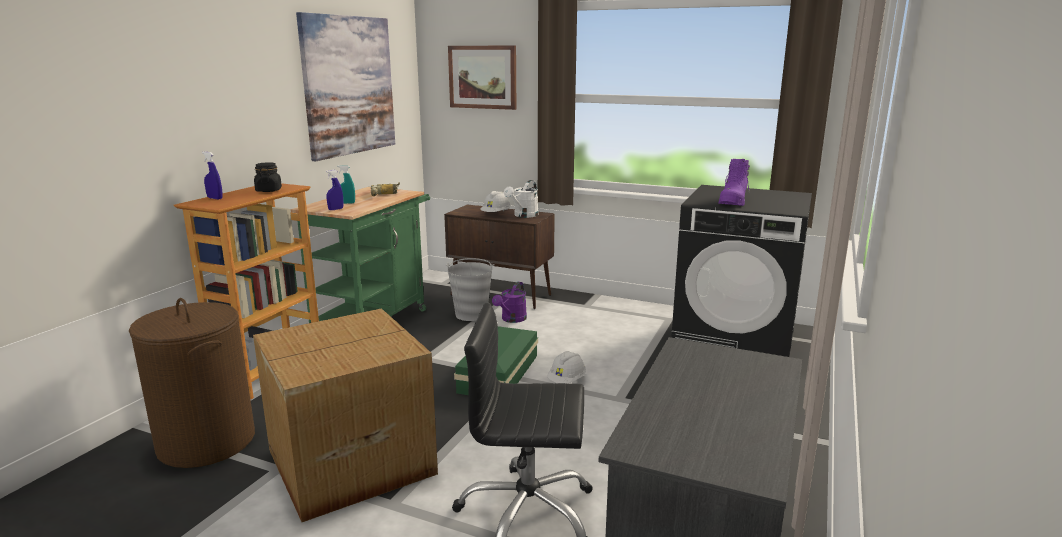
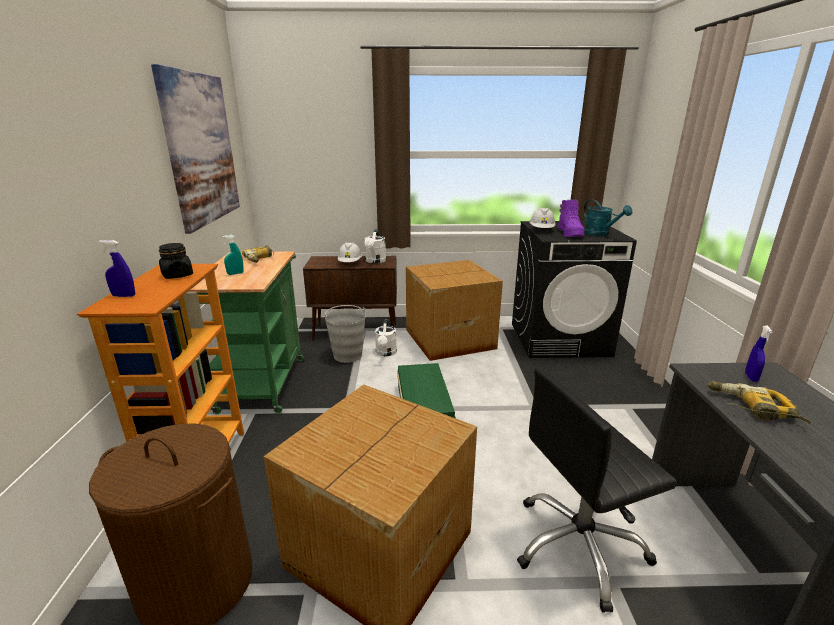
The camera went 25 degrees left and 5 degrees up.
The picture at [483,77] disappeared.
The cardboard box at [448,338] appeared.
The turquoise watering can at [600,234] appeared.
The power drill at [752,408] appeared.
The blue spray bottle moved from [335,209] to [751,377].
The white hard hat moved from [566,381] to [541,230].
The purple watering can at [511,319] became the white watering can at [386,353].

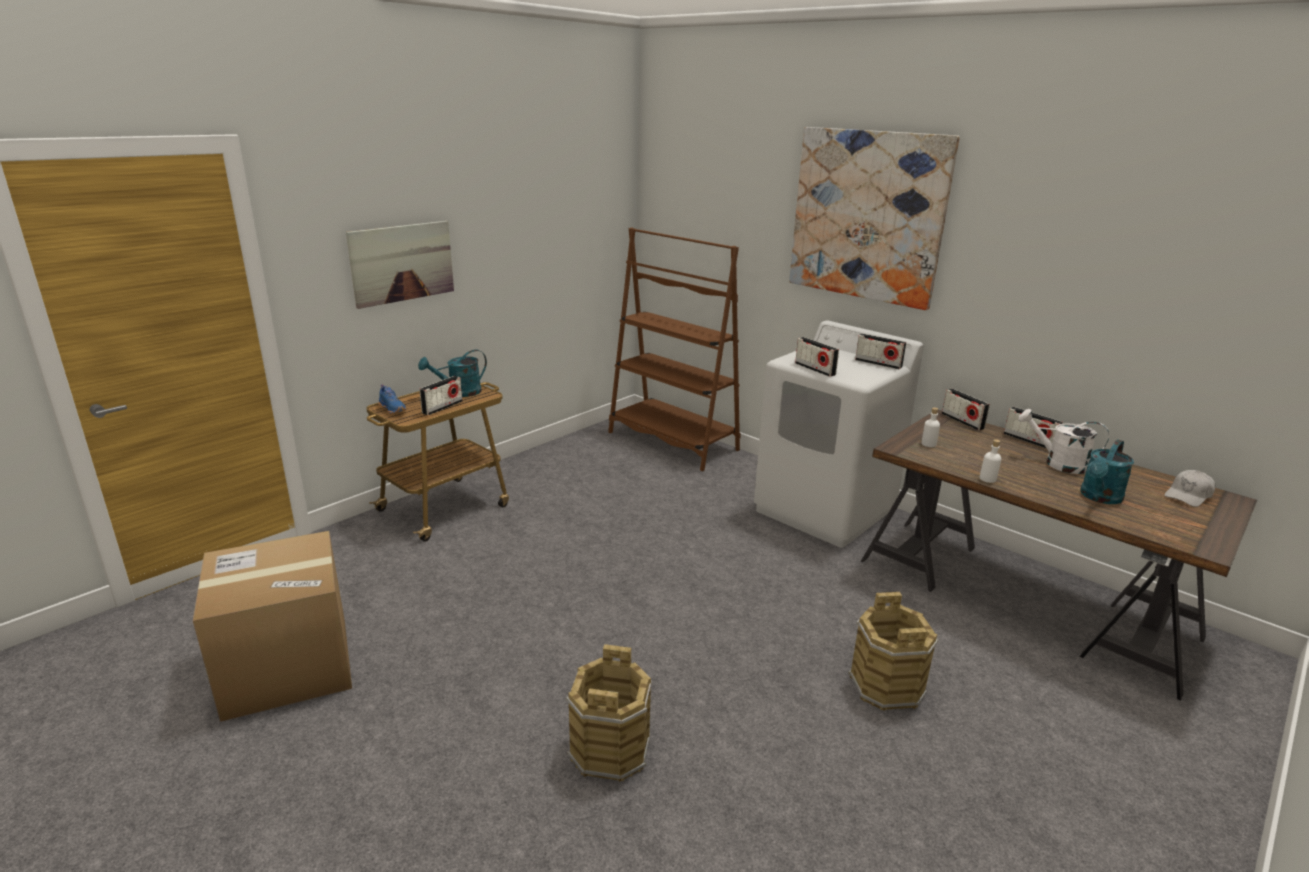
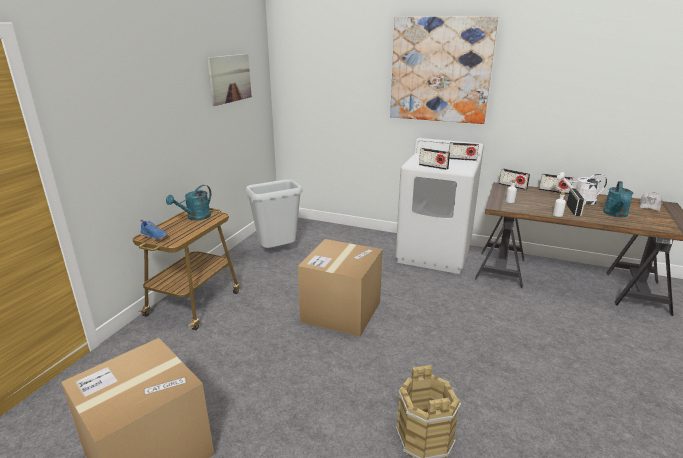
The camera went 20 degrees left and 0 degrees up.
The brown bookcase at [672,441] disappeared.
The brown bucket at [885,686] disappeared.
The grey trash can at [278,251] appeared.
The cardboard box at [341,311] appeared.
The picture moved from [402,263] to [230,78].
The radio moved from [442,407] to [573,210].

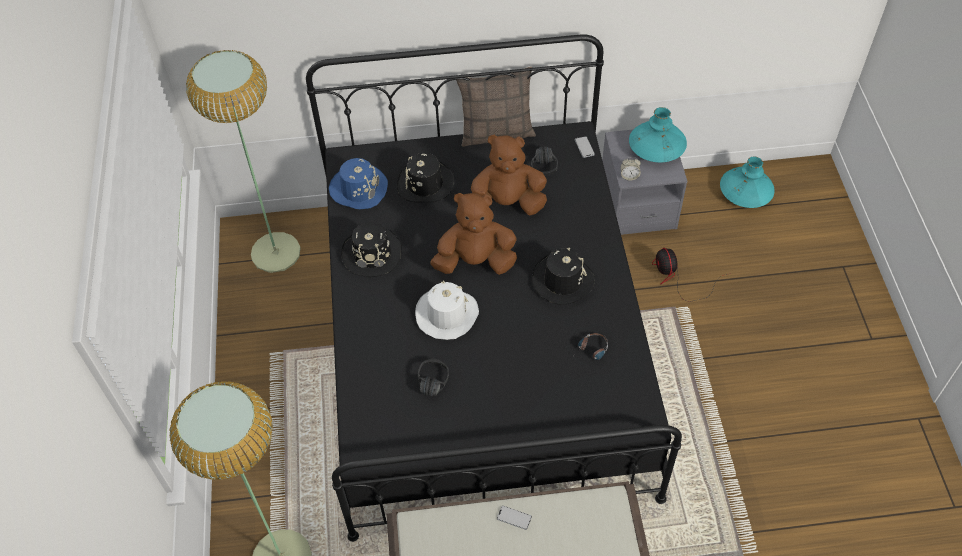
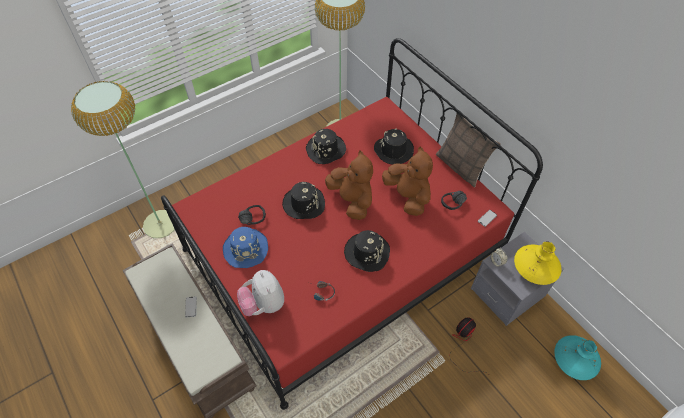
The camera went 60 degrees right and 0 degrees up.
The plush toy at [263,304] appeared.
The blue hat moved from [358,188] to [246,249].
The black bed at [483,343] became the red bed at [341,252].
The white hat at [446,314] became the black hat at [304,203].
The turquoise vase at [656,149] became the yellow vase at [535,268].

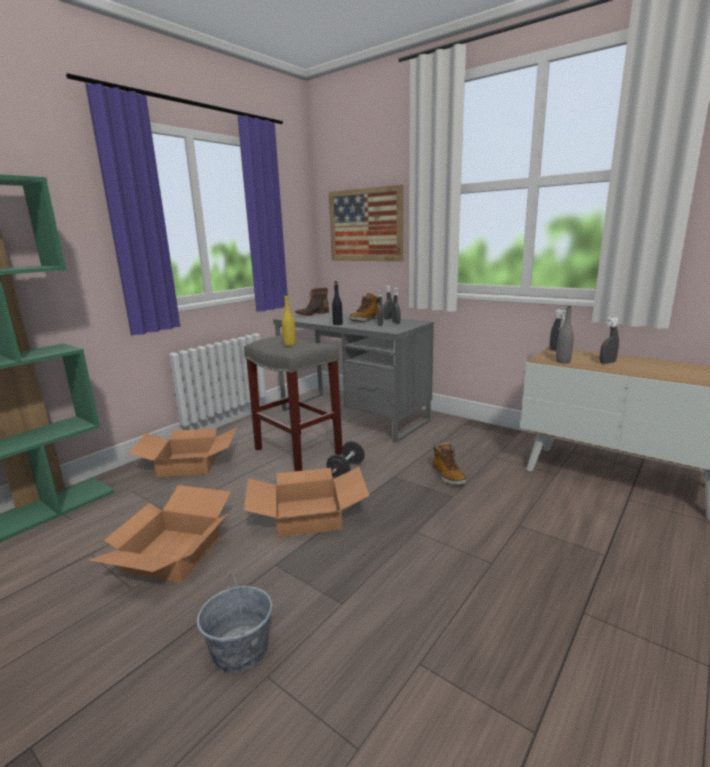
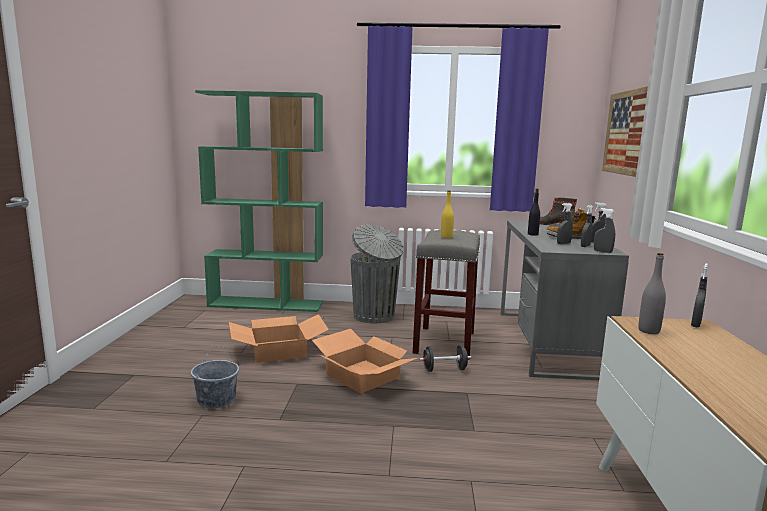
The camera went 55 degrees right and 5 degrees down.
The boot at [447,476] disappeared.
The grey spray bottle moved from [607,363] to [602,252].
The cardboard box at [190,463] was replaced by the grey trash can at [375,316].

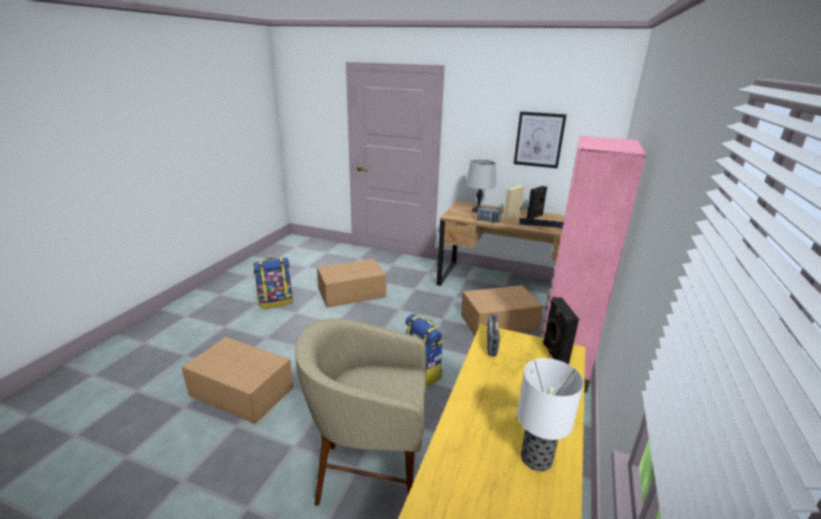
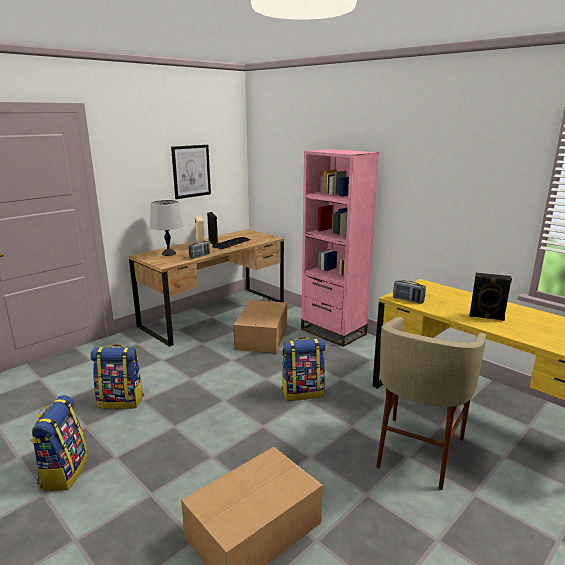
The camera went 65 degrees left and 5 degrees down.
The table lamp at [537,459] disappeared.
The black speaker moved from [554,355] to [486,317].
The cardboard box at [353,293] was replaced by the backpack at [121,401].

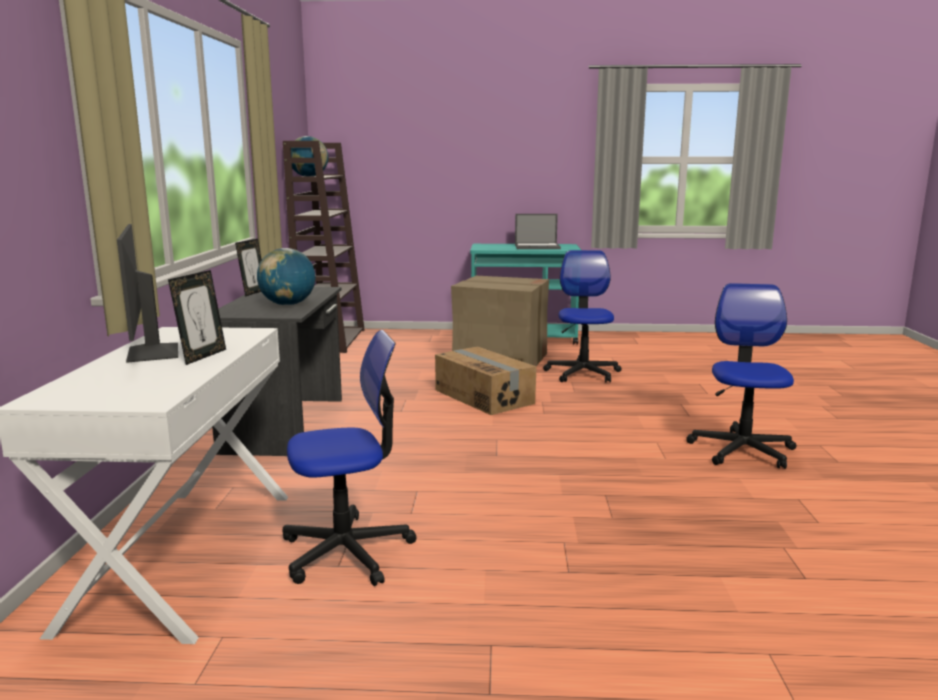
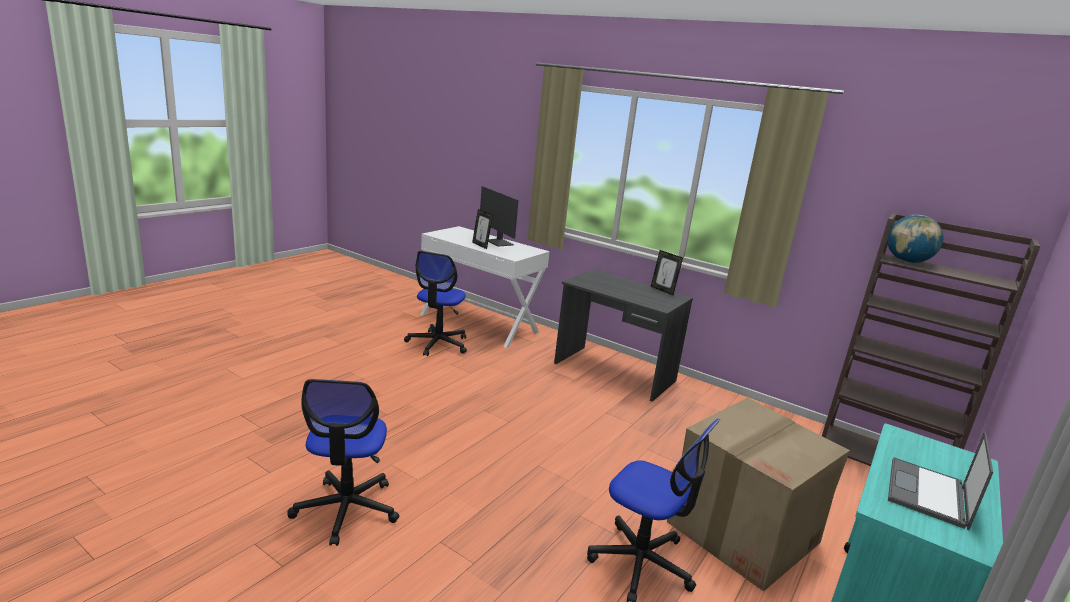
The camera went 120 degrees right and 5 degrees up.
The globe at [288,304] disappeared.
The cardboard box at [484,396] disappeared.
The monitor at [151,353] turned 135 degrees counterclockwise.
The office chair at [742,450] turned 45 degrees clockwise.

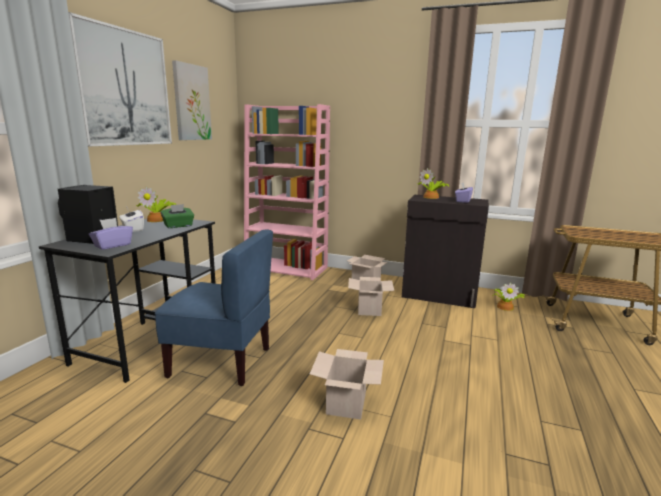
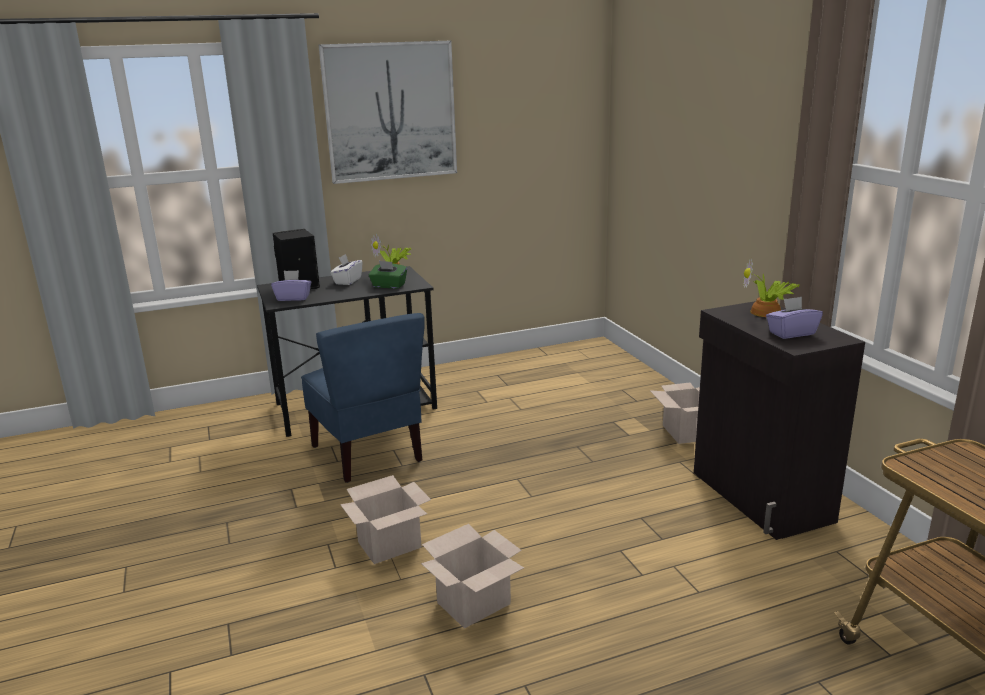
The camera went 50 degrees right and 5 degrees up.
The picture at [191,103] disappeared.
The pink bookcase at [287,268] disappeared.
The potted plant at [505,307] disappeared.
The cardboard box moved from [370,310] to [473,605].

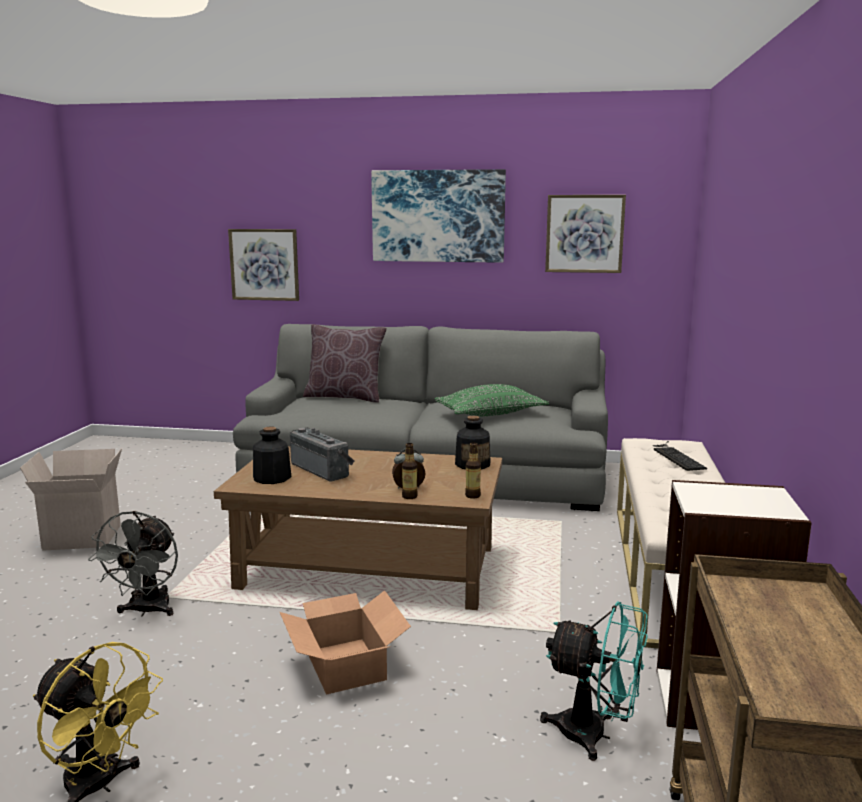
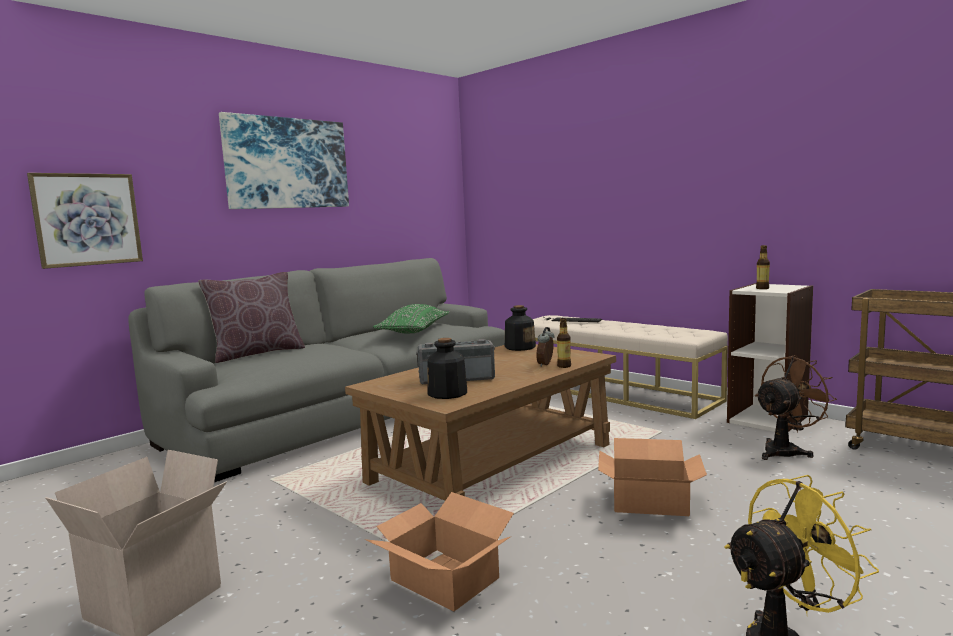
The camera went 55 degrees left and 5 degrees down.
The picture at [584,234] disappeared.
The bottle moved from [473,496] to [762,288].
The grey fan at [147,611] was replaced by the cardboard box at [444,578].
The turquoise fan at [595,735] became the brown fan at [786,450].

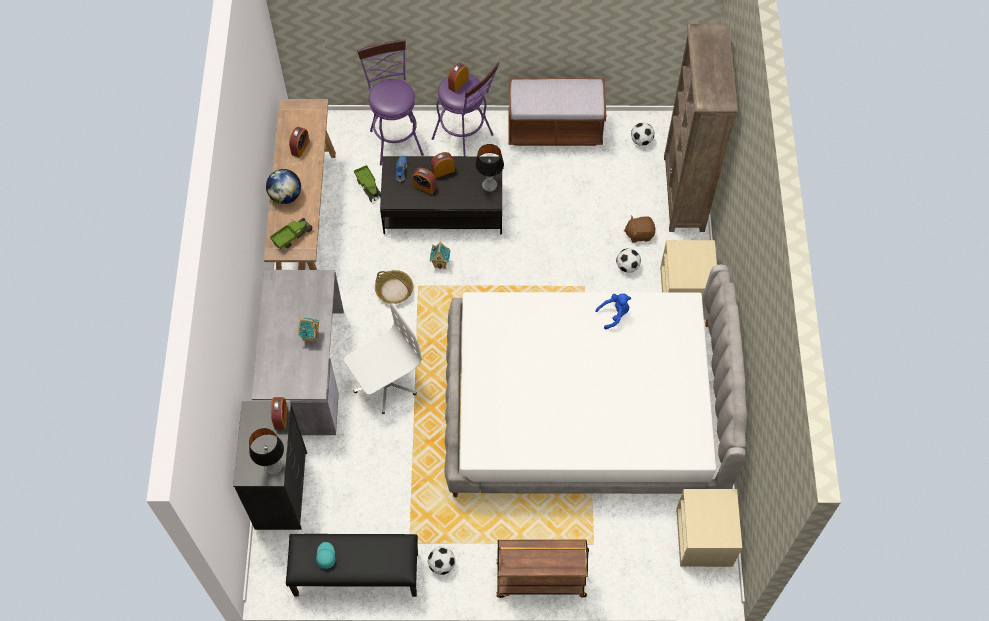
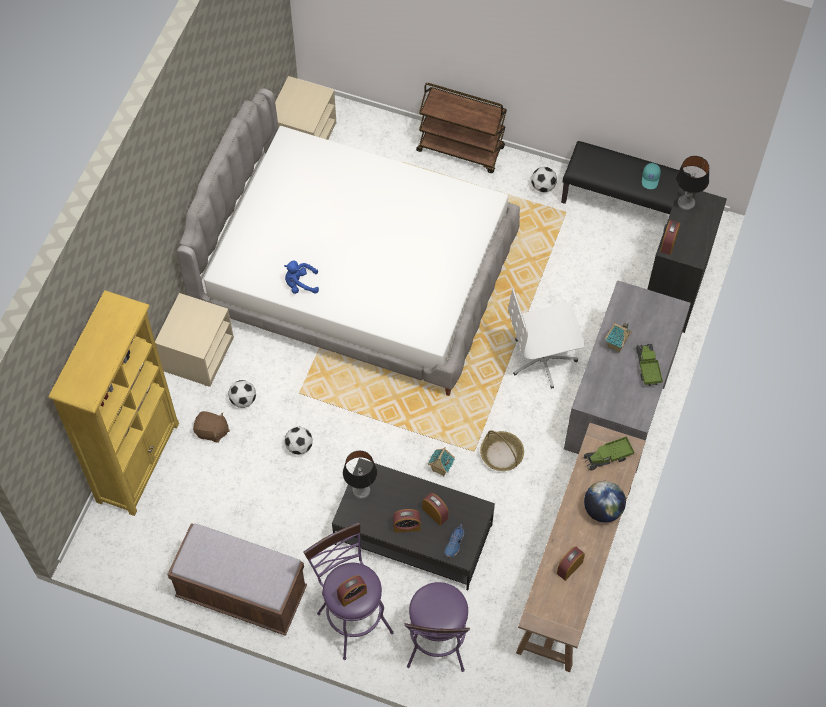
The camera went 160 degrees left and 0 degrees up.
The toy truck moved from [369,187] to [647,368].
The football moved from [641,140] to [299,446].
The brown bookcase at [683,194] became the yellow bookcase at [138,461].

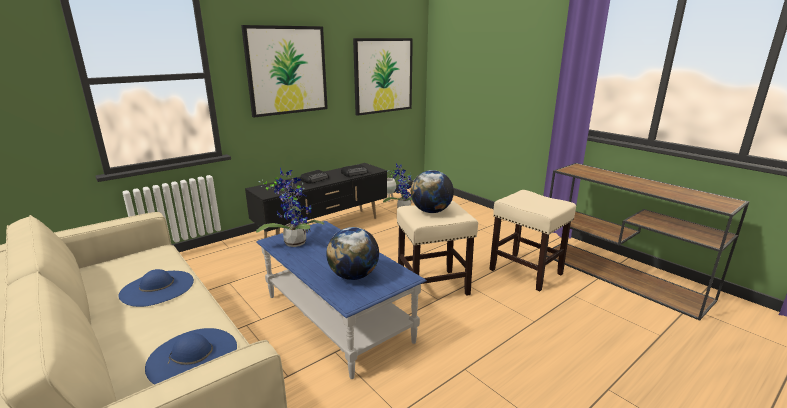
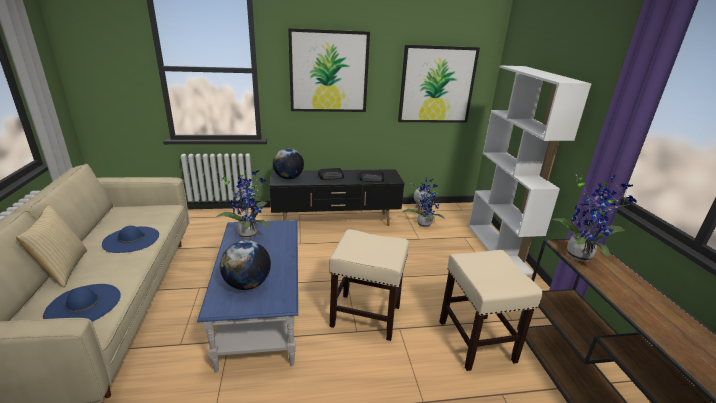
The camera went 30 degrees right and 5 degrees up.
The pillow at [63,269] appeared.
The white bookcase at [498,248] appeared.
The potted plant at [580,255] appeared.
The globe moved from [431,211] to [288,178].

